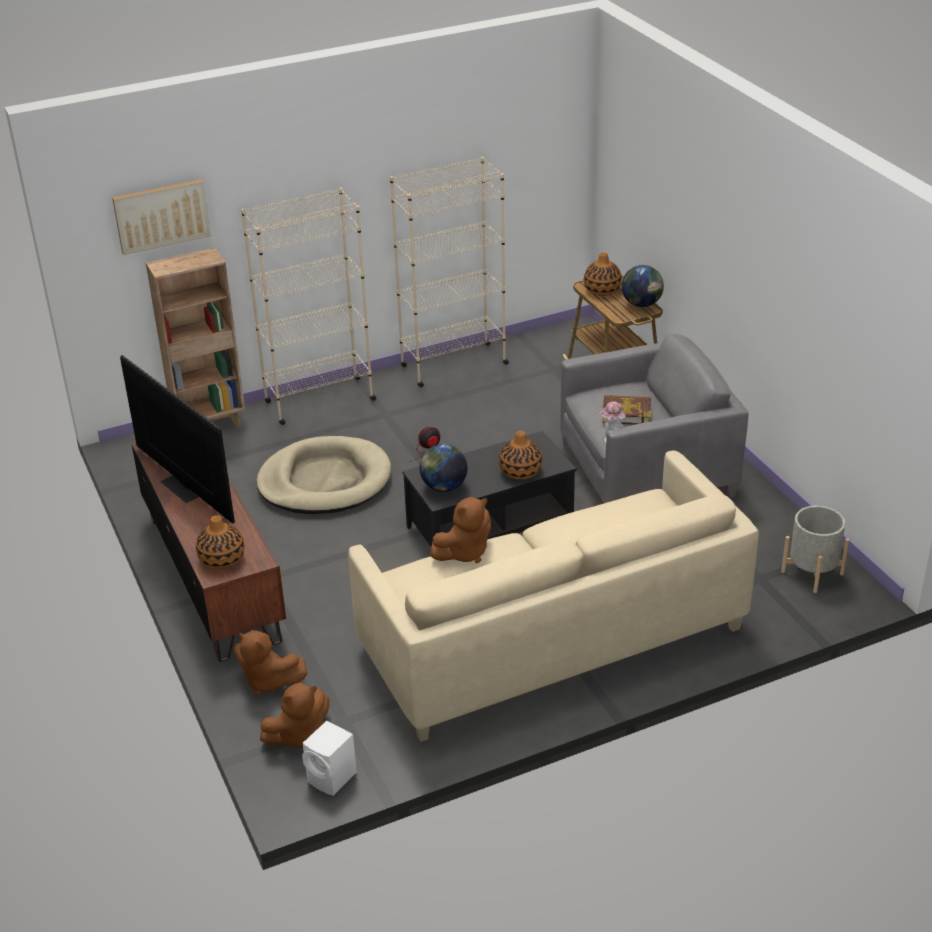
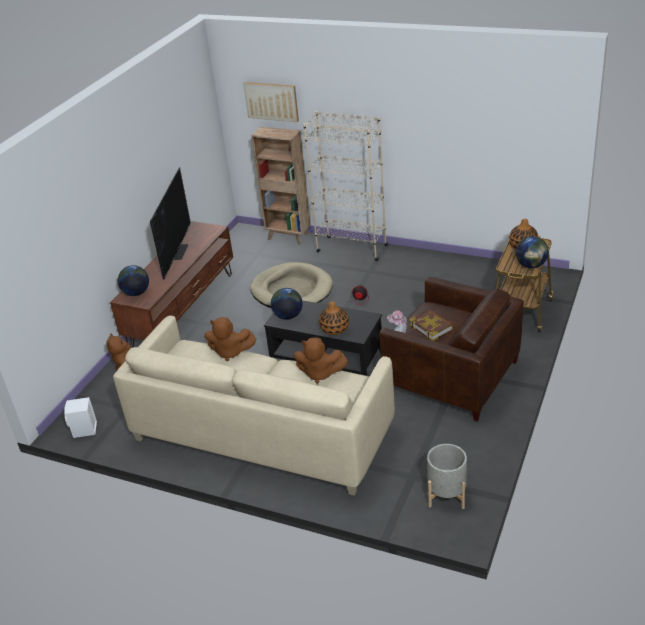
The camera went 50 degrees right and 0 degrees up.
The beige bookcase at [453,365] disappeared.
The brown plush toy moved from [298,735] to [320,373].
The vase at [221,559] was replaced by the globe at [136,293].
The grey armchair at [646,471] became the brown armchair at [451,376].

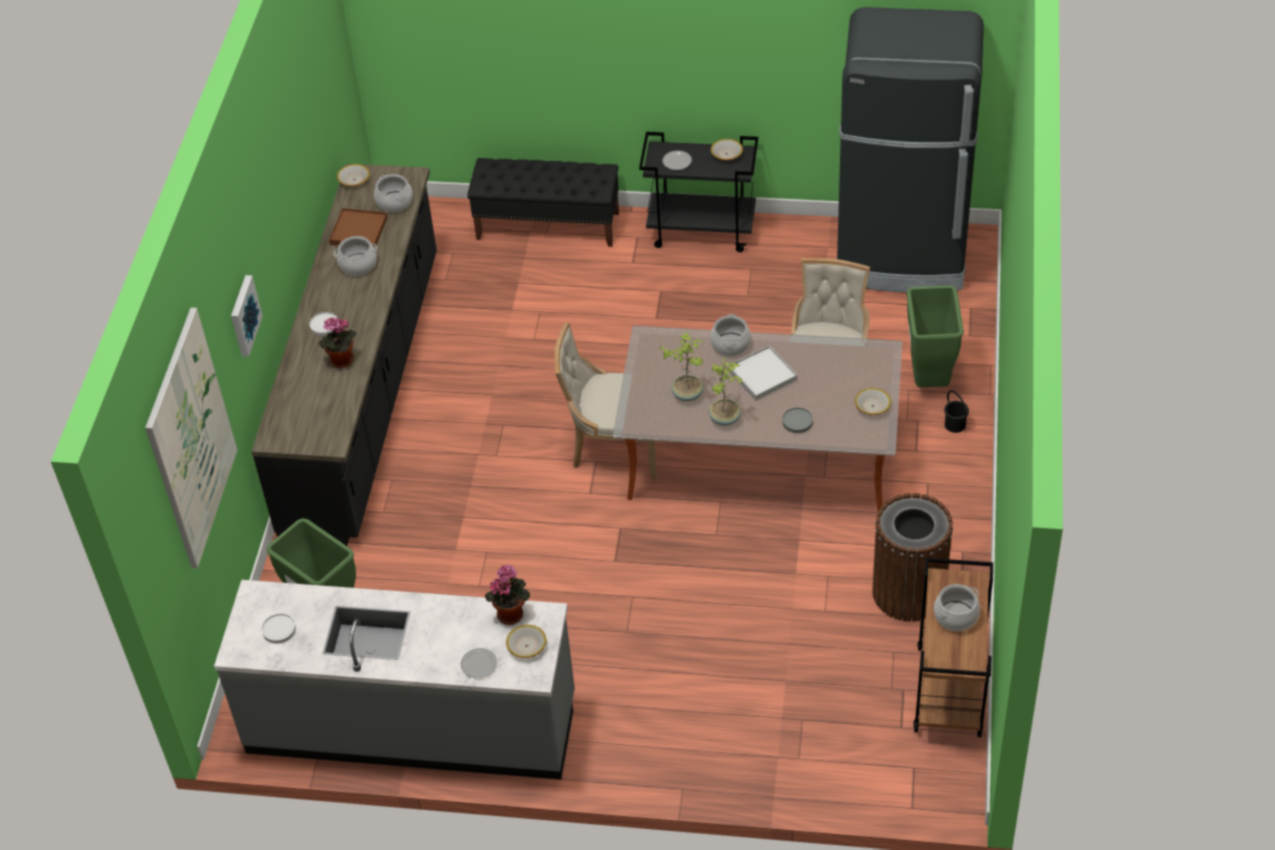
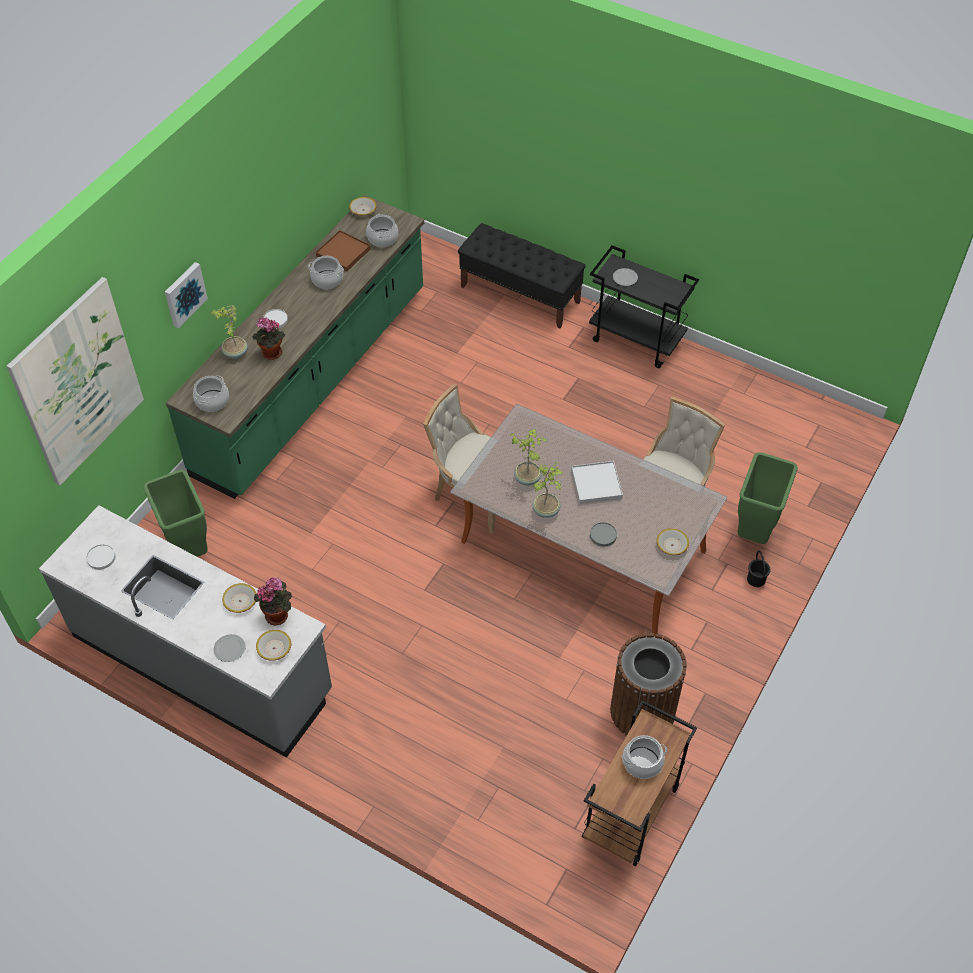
The camera went 20 degrees right and 5 degrees up.
The black fridge at [902,257] disappeared.
The potted plant at [234,353] appeared.
The cooking pot moved from [730,345] to [212,401].
The bowl moved from [726,154] to [240,601].
The black counter at [365,393] became the green counter at [313,381].

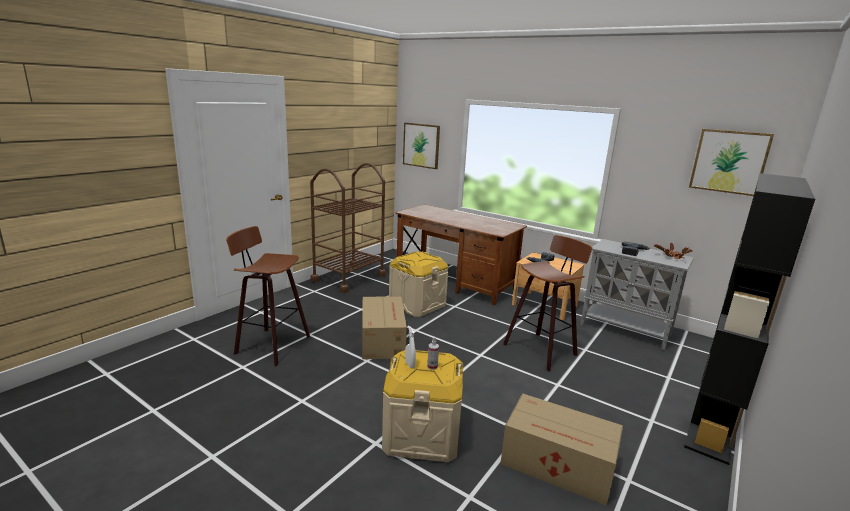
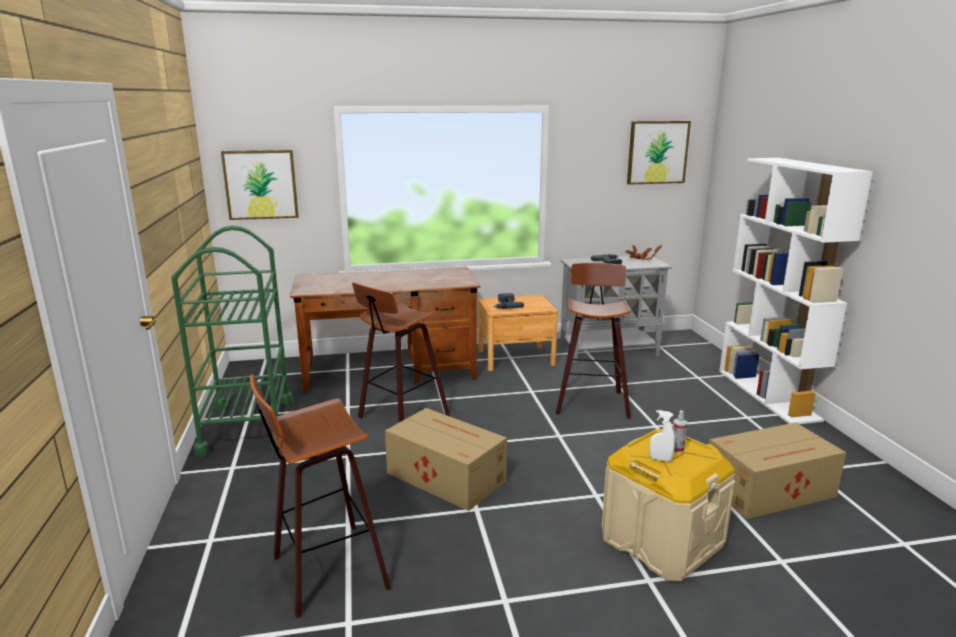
The camera went 45 degrees left and 0 degrees up.
The beige storage box at [416,304] was replaced by the stool at [400,417].
The brown cart at [348,278] became the green cart at [247,426].
The black bookcase at [714,420] became the white bookcase at [768,394].

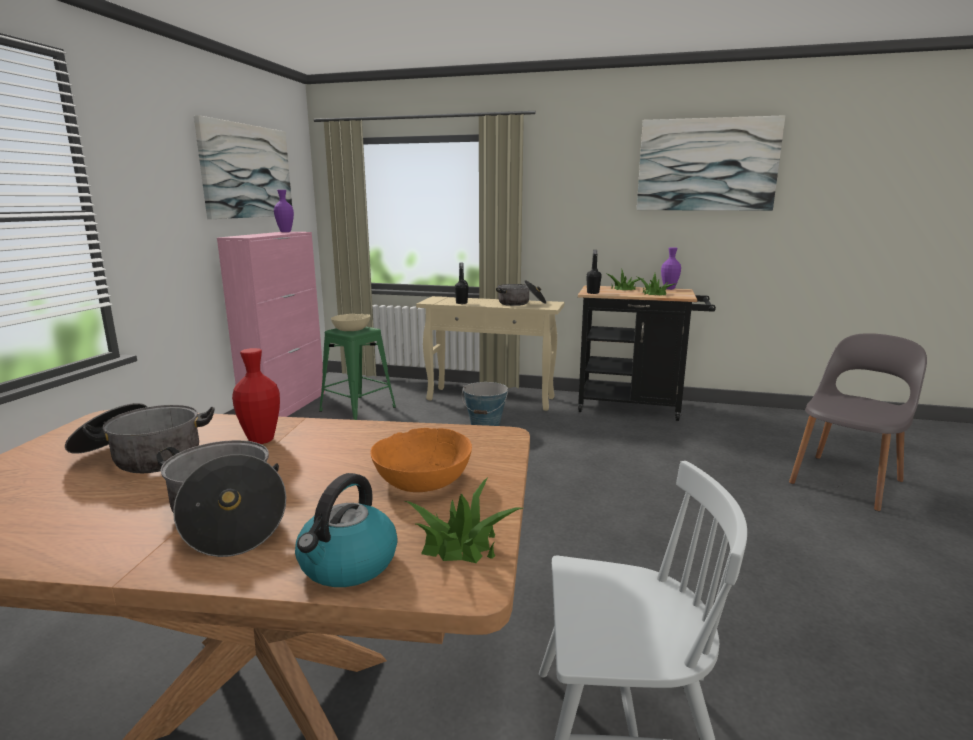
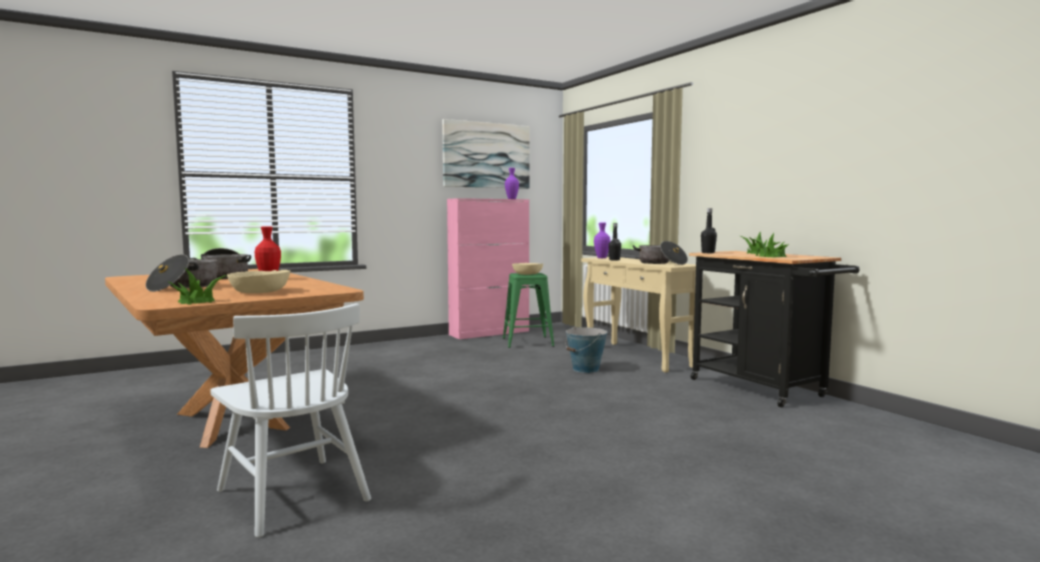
The camera went 45 degrees right and 10 degrees down.
The kettle at [347,564] disappeared.
The picture at [706,165] disappeared.
The grey chair at [847,480] disappeared.
The purple vase moved from [669,289] to [601,258].
The orange bowl at [422,479] became the beige bowl at [259,292].

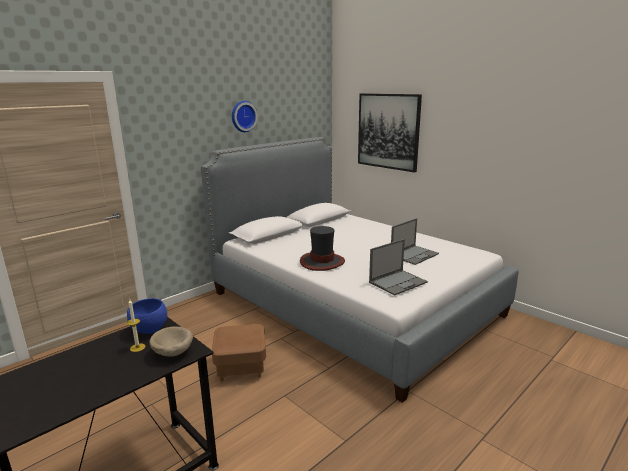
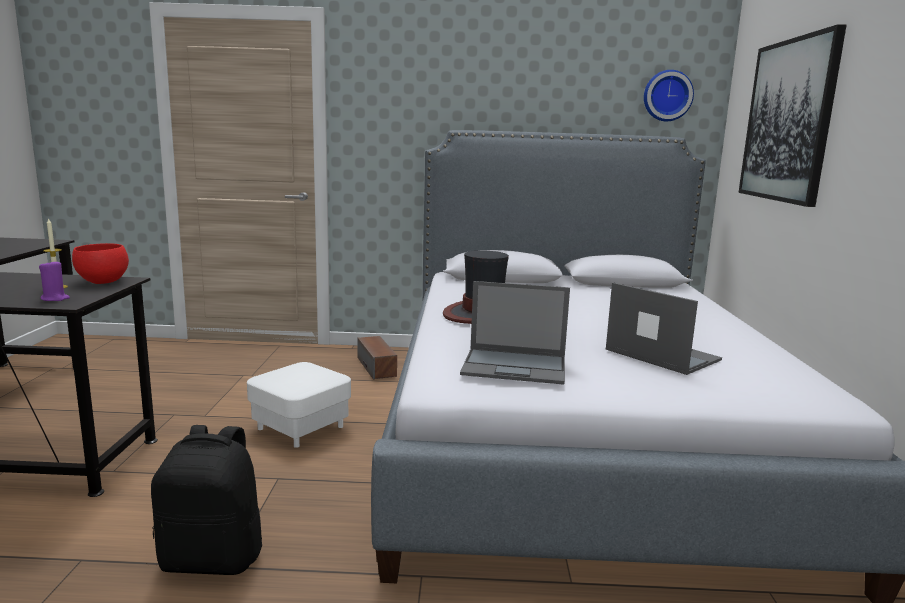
The camera went 45 degrees right and 5 degrees down.
The black backpack at [214,558] appeared.
The speaker at [377,367] appeared.
The wall clock moved from [243,116] to [667,96].
The beige bowl at [173,353] was replaced by the purple candle at [55,299].
The blue bowl at [150,330] became the red bowl at [102,282].
The brown ottoman at [241,367] became the white ottoman at [300,428].
The laptop at [414,255] turned 135 degrees counterclockwise.

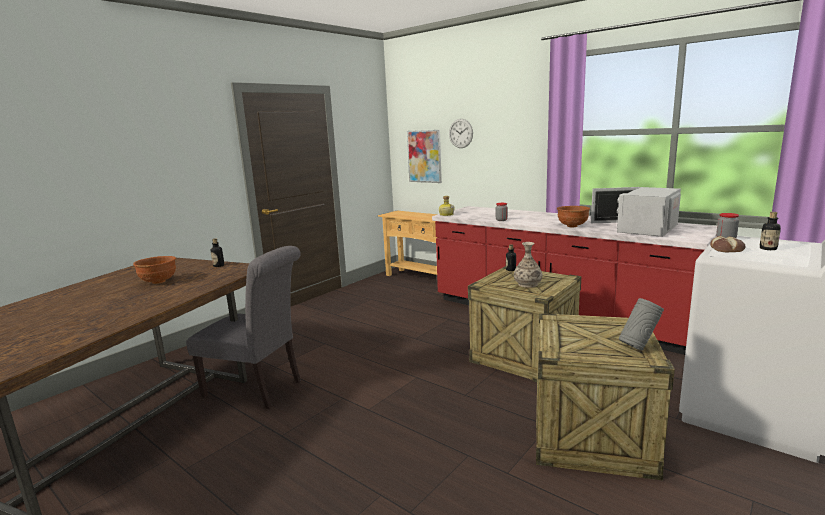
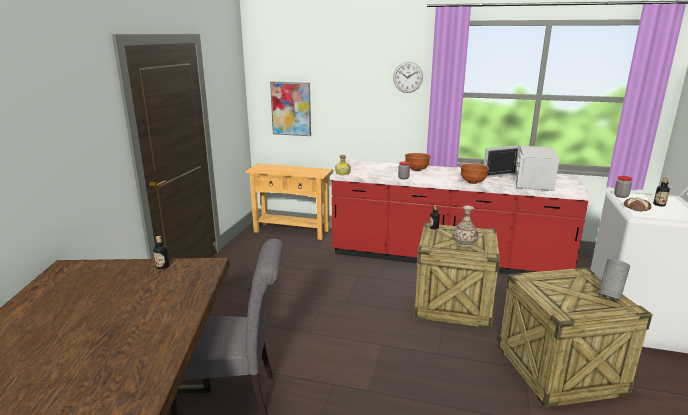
The camera went 25 degrees left and 5 degrees up.
The brown bowl moved from [159,282] to [416,170].
The wall clock moved from [460,133] to [407,77].

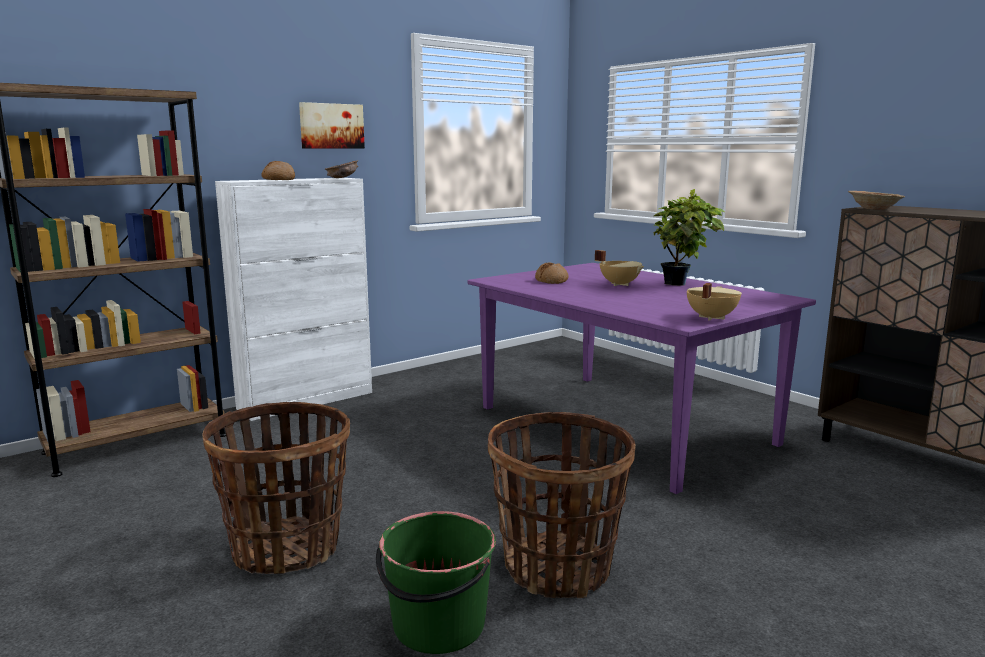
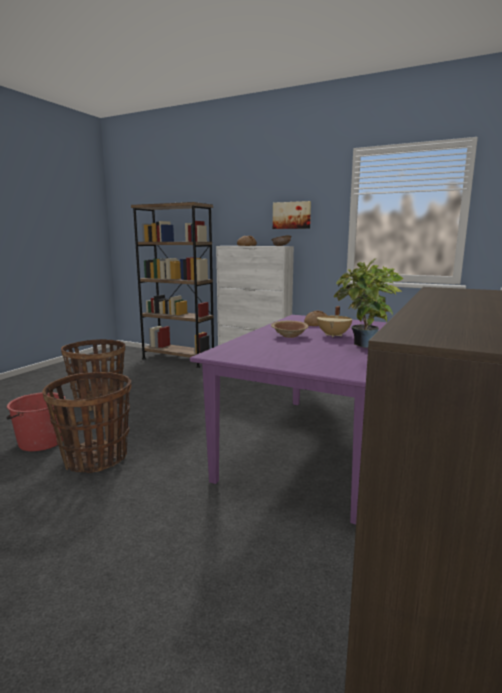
The camera went 65 degrees right and 0 degrees up.
The beige cooking pot at [710,318] disappeared.
The brown bowl moved from [874,208] to [289,336].
The green bucket at [438,626] became the red bucket at [40,442].

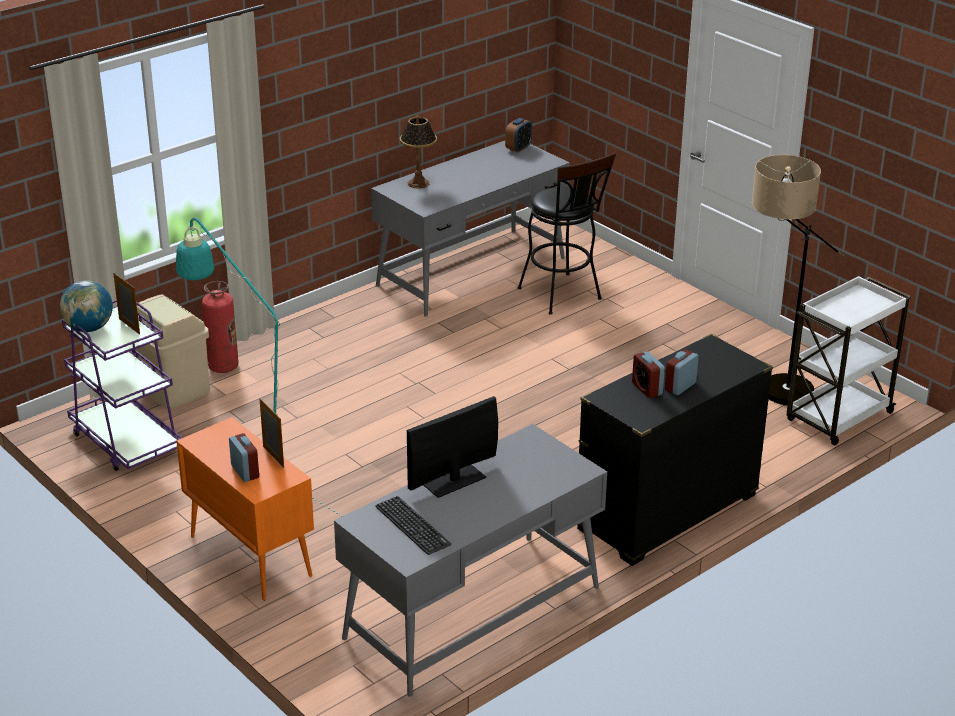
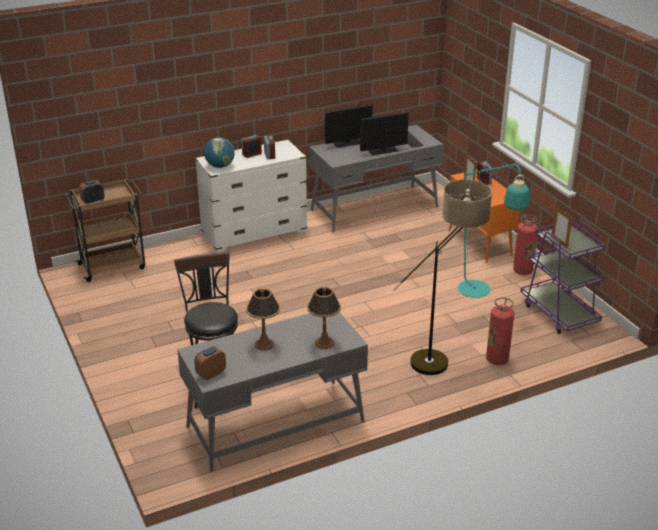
The camera went 165 degrees left and 0 degrees up.
The beige trash can at [174,390] disappeared.
The alarm clock at [93,202] appeared.
The table lamp at [264,344] appeared.
The monitor at [347,143] appeared.
The fire extinguisher at [522,271] appeared.
The globe moved from [89,328] to [220,166].
The floor lamp moved from [772,398] to [443,359].
The black dresser at [667,513] became the white dresser at [254,233].
The white cart at [838,417] became the brown cart at [113,266].

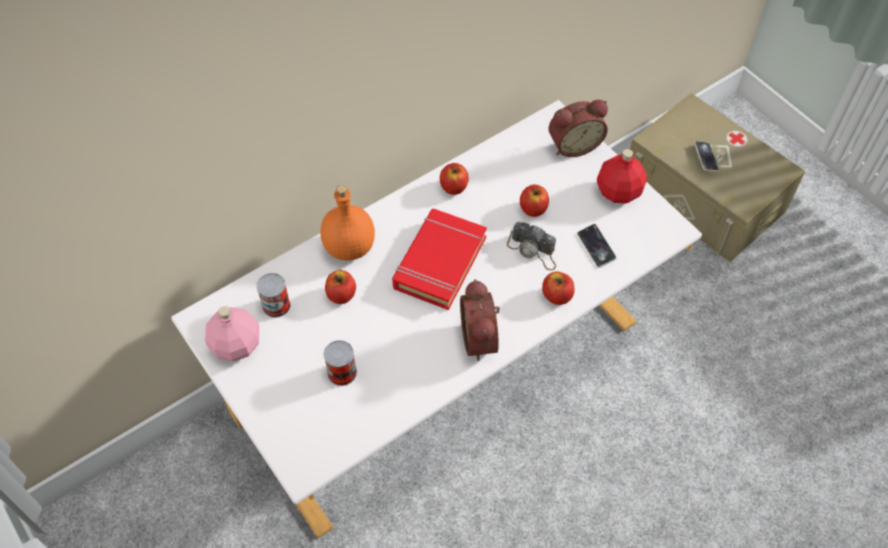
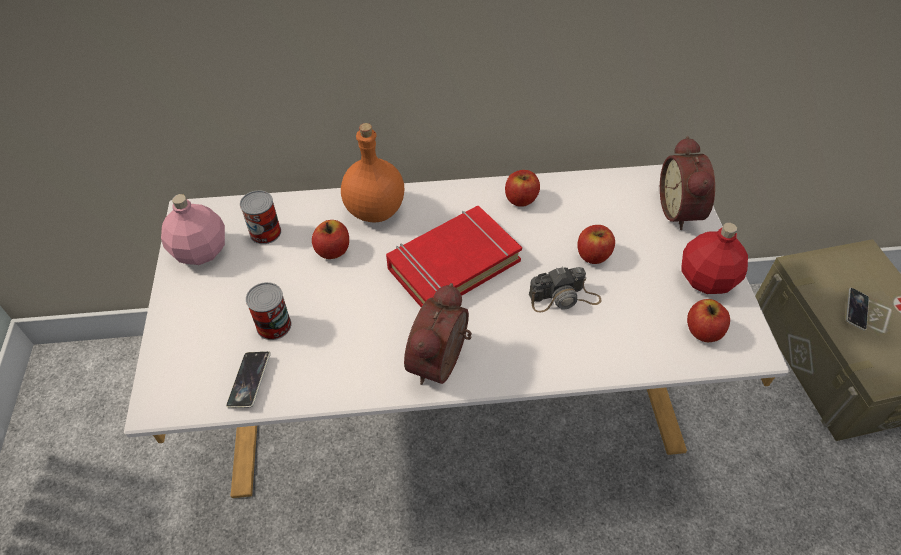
The camera went 30 degrees right and 5 degrees down.
The apple moved from [557,295] to [703,331].
The phone moved from [596,247] to [249,381].
The photo camera at [533,251] turned 75 degrees counterclockwise.
The alarm clock at [573,144] turned 75 degrees clockwise.

